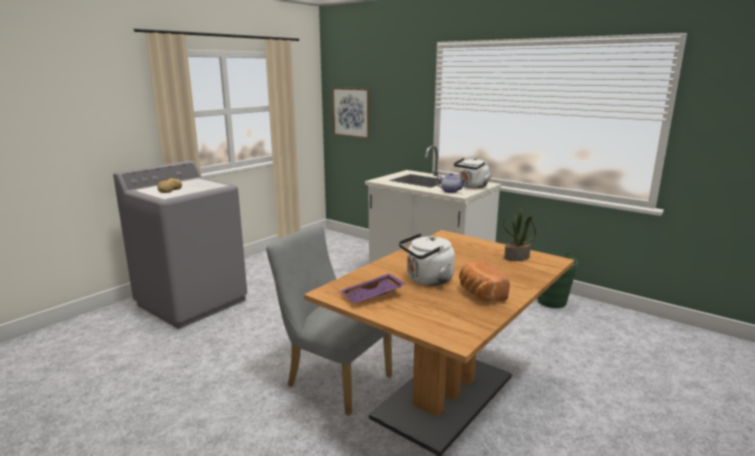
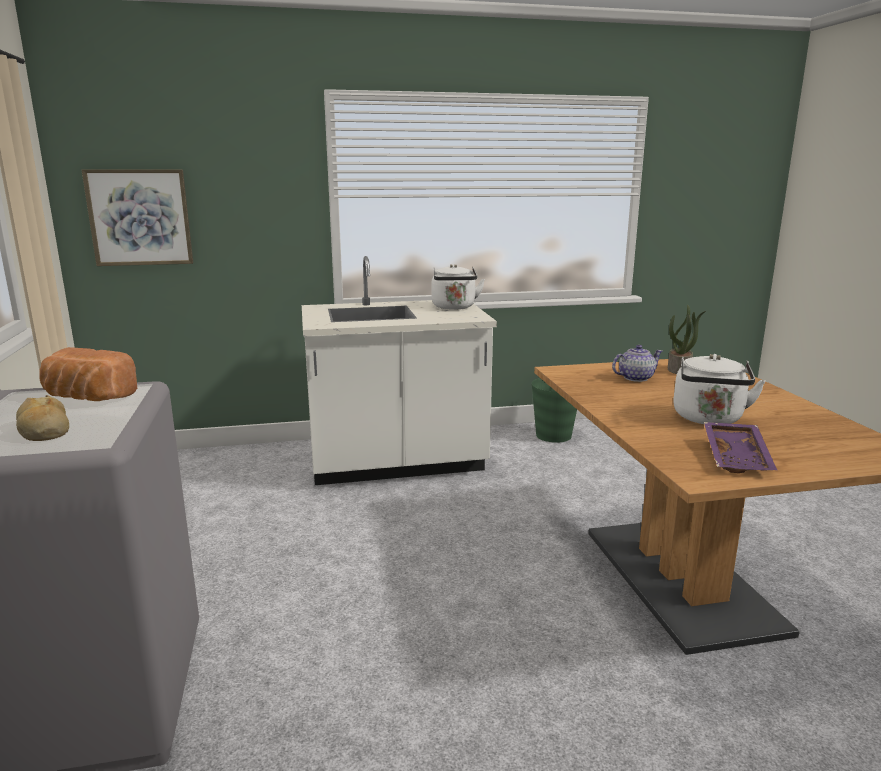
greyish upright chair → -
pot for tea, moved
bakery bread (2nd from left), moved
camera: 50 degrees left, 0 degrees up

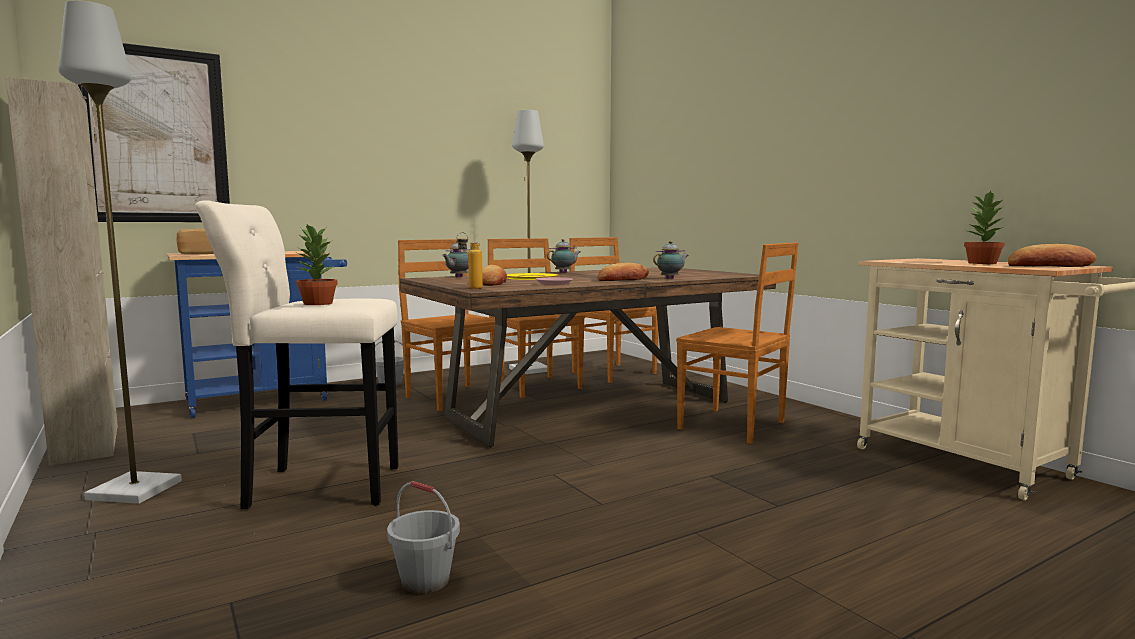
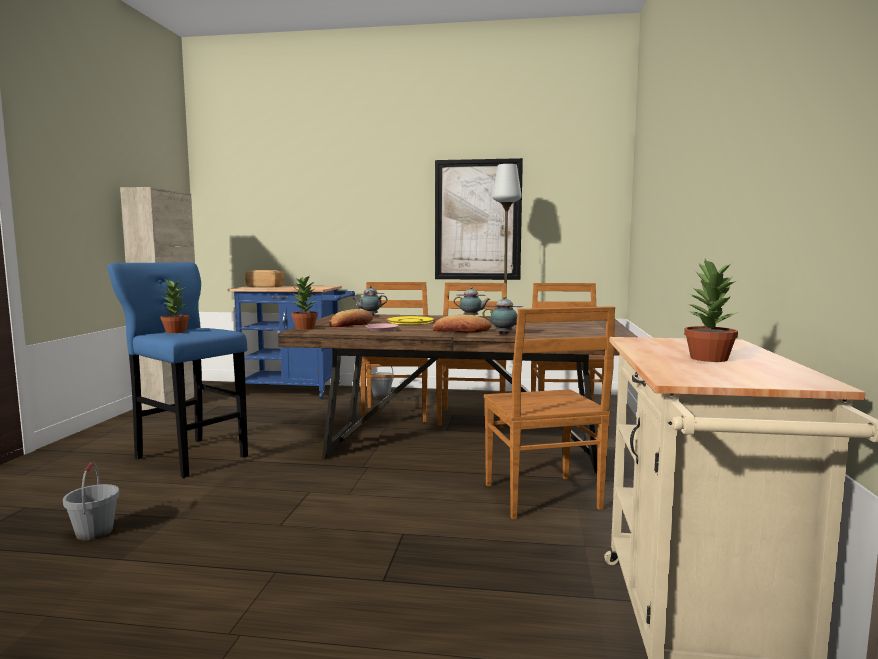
greyish floor lamp (1st from left) → -
bakery bread (4th from left) → -
picture, moved
drink bottle → houseplant (2nd from left)
beige-coloured sitting stool → blue sitting stool
camera: 40 degrees right, 0 degrees up

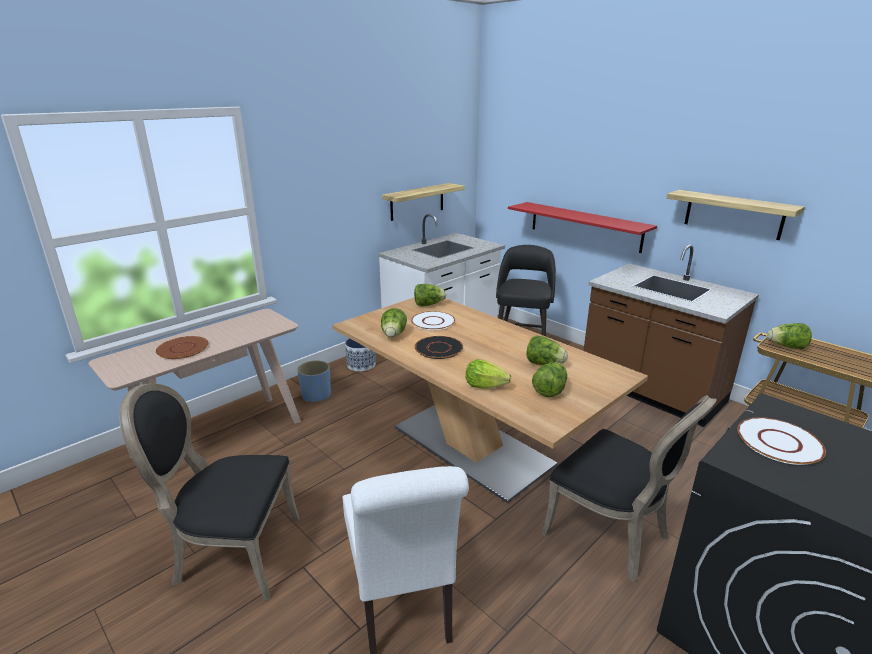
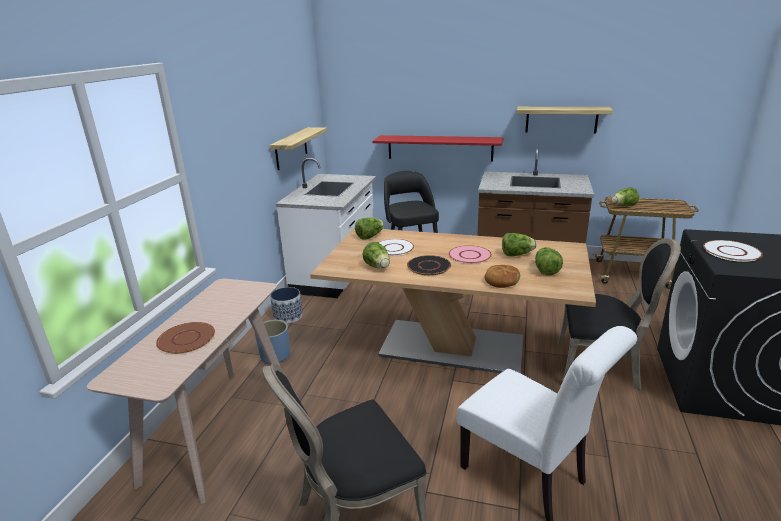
- → pink-coloured flat dish
lettuce head (3rd from left) → bakery bread
camera: 30 degrees left, 0 degrees up

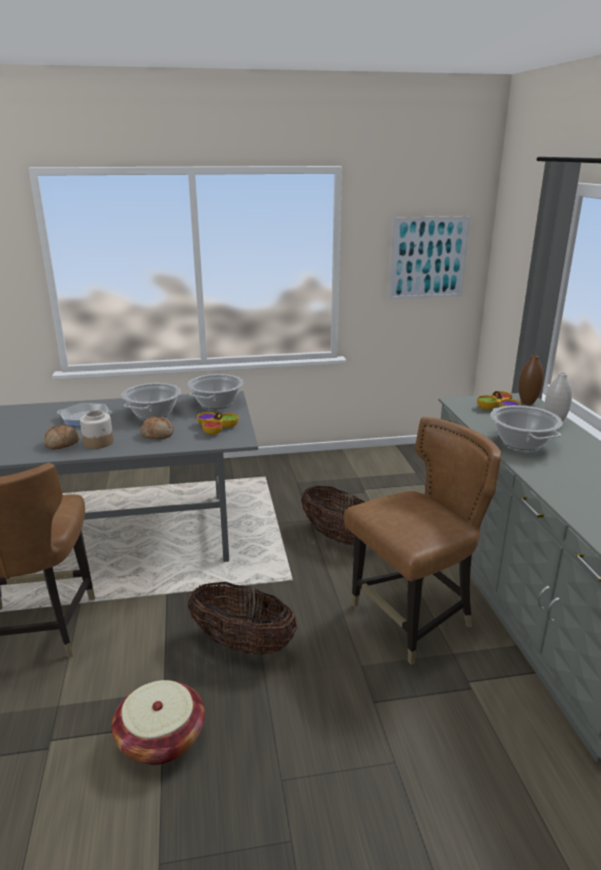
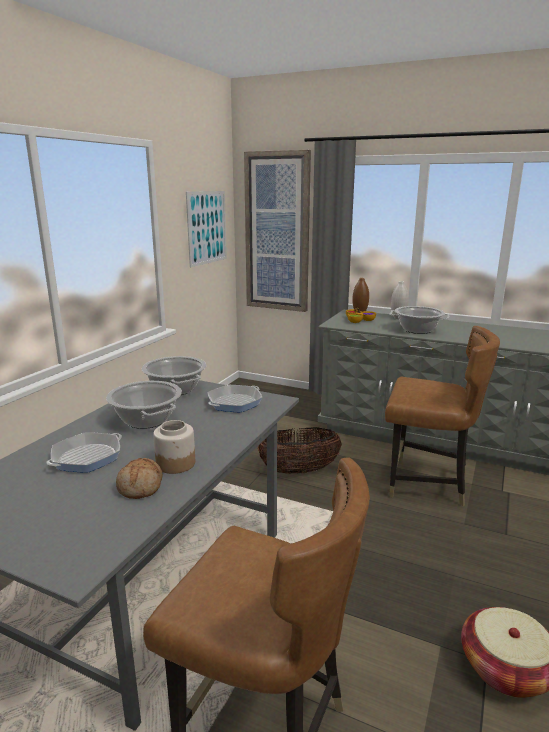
bakery bread (2nd from left) → -
household basket (2nd from left) → -
- → picture (2nd from left)
deep dish (1st from left) → pan (2nd from left)
brown-coloured upright chair (2nd from left), 105 degrees clockwise
camera: 55 degrees left, 5 degrees down

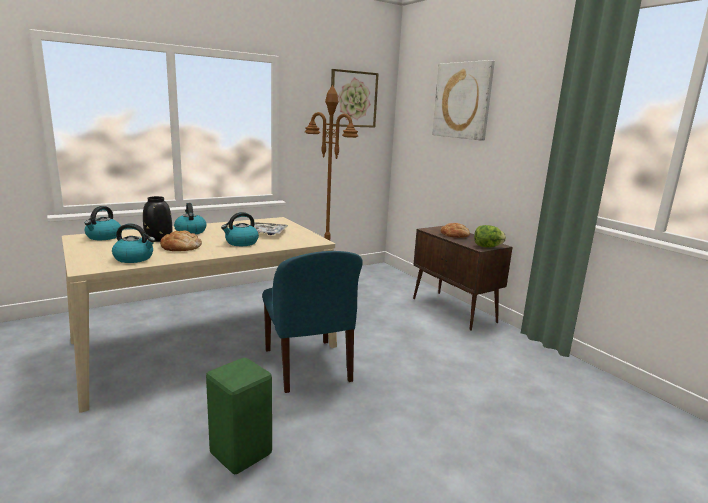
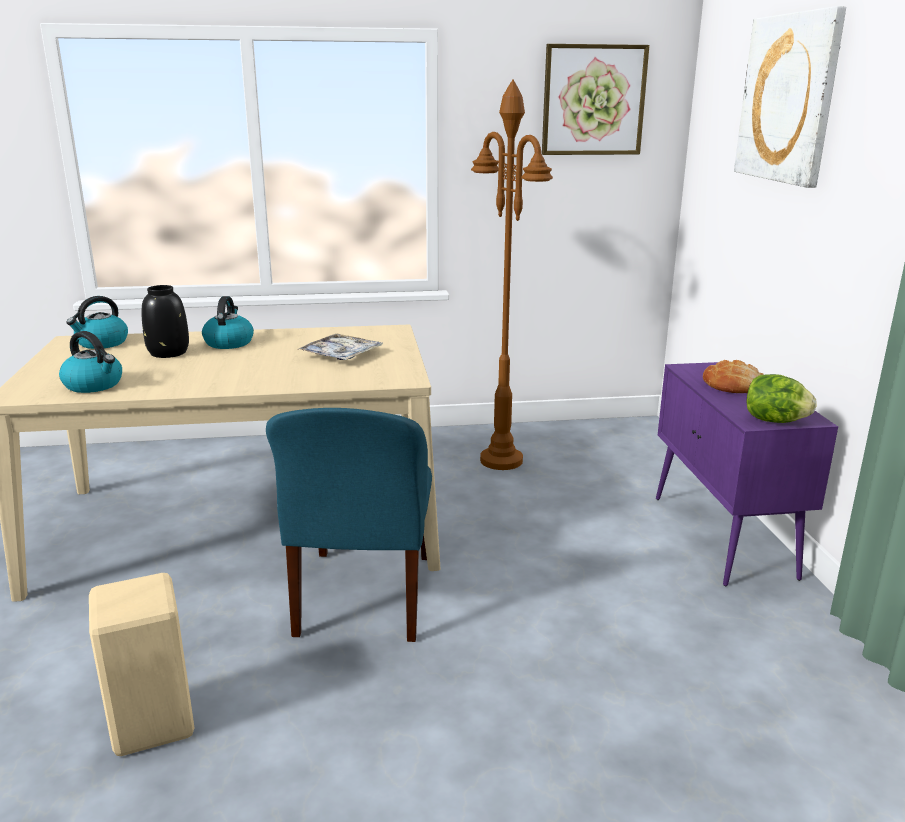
bakery bread (1st from left) → -
water kettle (4th from left) → -
greenish sitting stool → beige-coloured sitting stool
brown-coloured cabinet → purple-coloured cabinet
camera: 25 degrees right, 5 degrees up

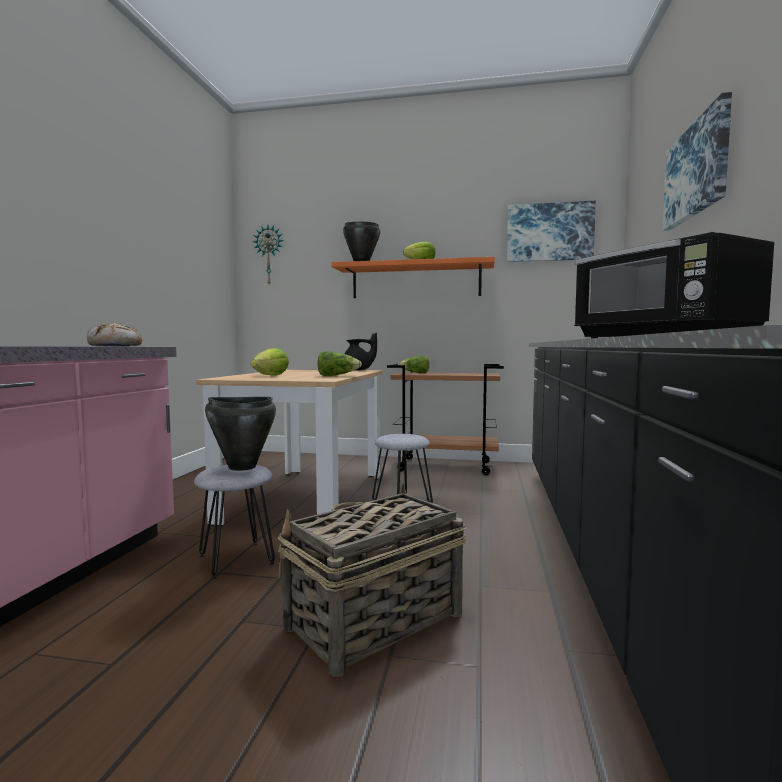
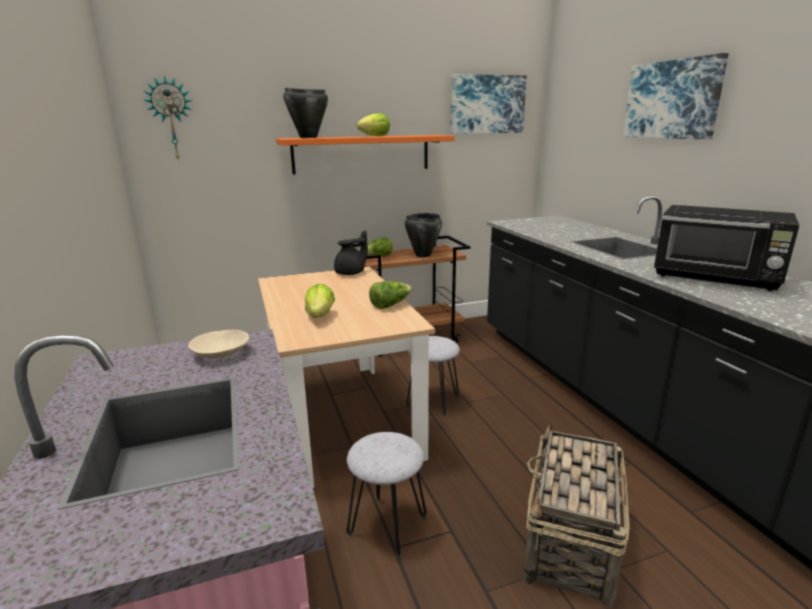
black stockpot (1st from left in the first image) → black stockpot (2nd from left), moved
bakery bread → beige-coloured deep dish
camera: 30 degrees left, 15 degrees up

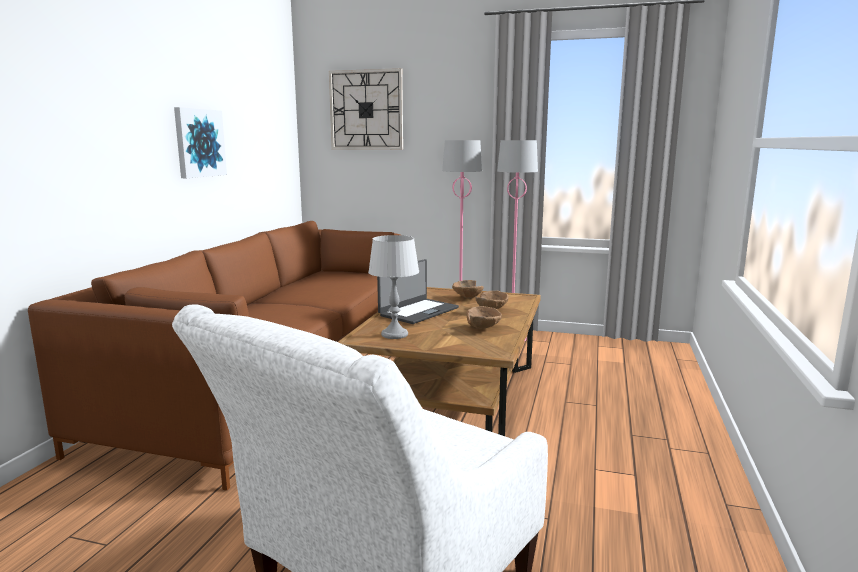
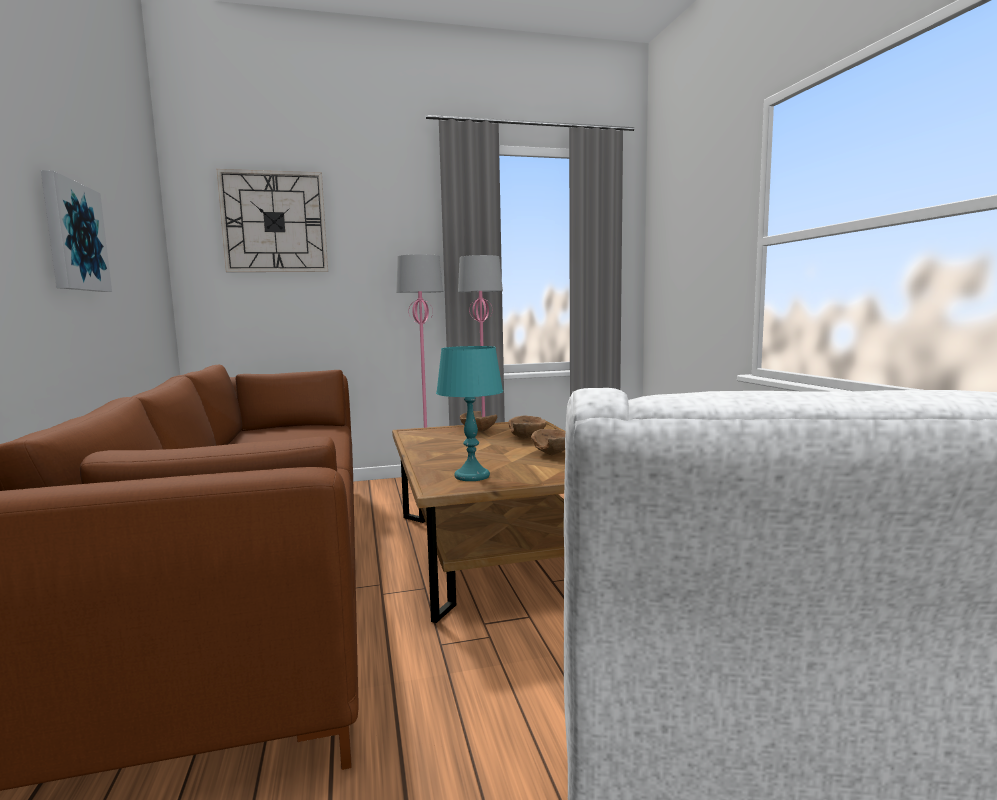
laptop → -
greyish table lamp → turquoise table lamp
camera: 30 degrees left, 5 degrees down

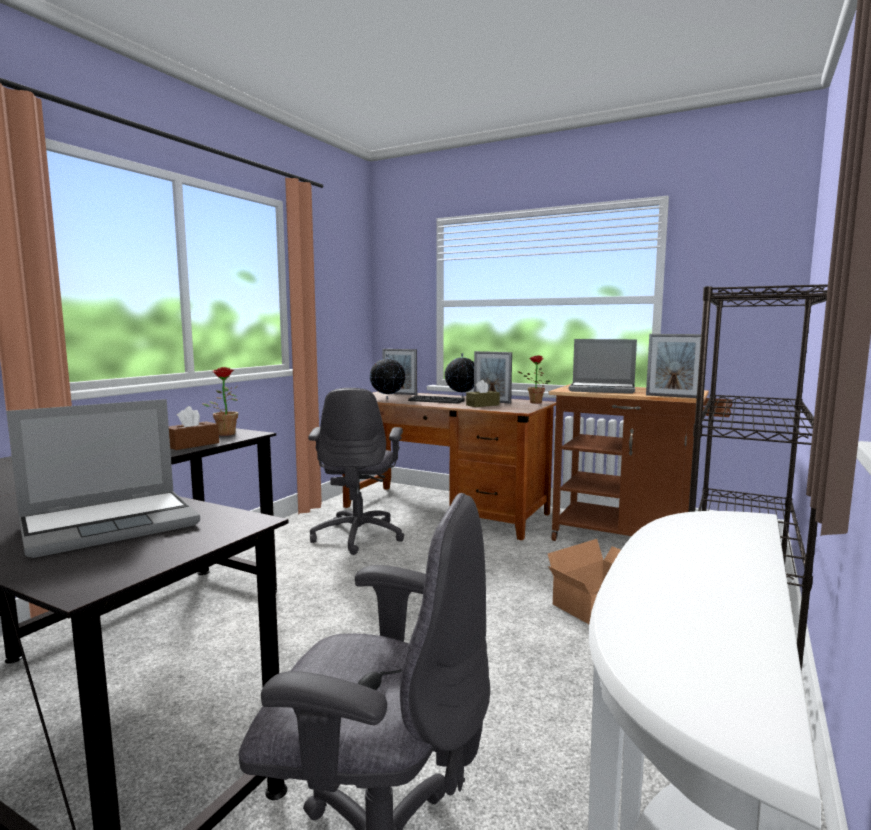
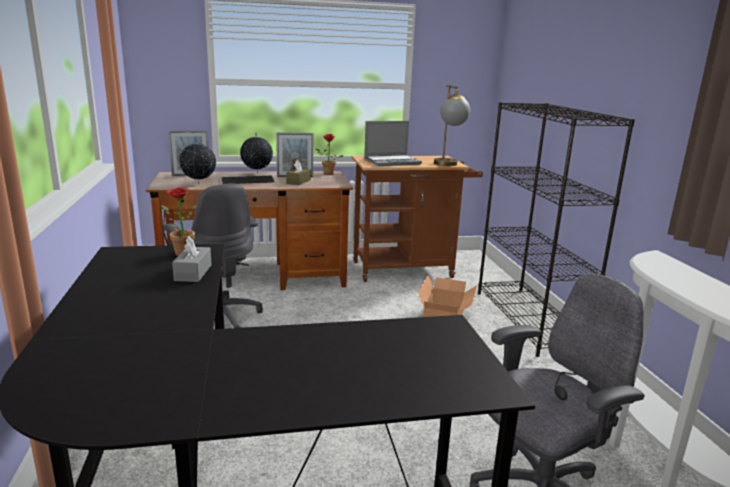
laptop (1st from left) → -
photo frame (3rd from left) → table lamp
brown-coloured tissue holder (1st from left) → greyish tissue holder
camera: 40 degrees left, 10 degrees up

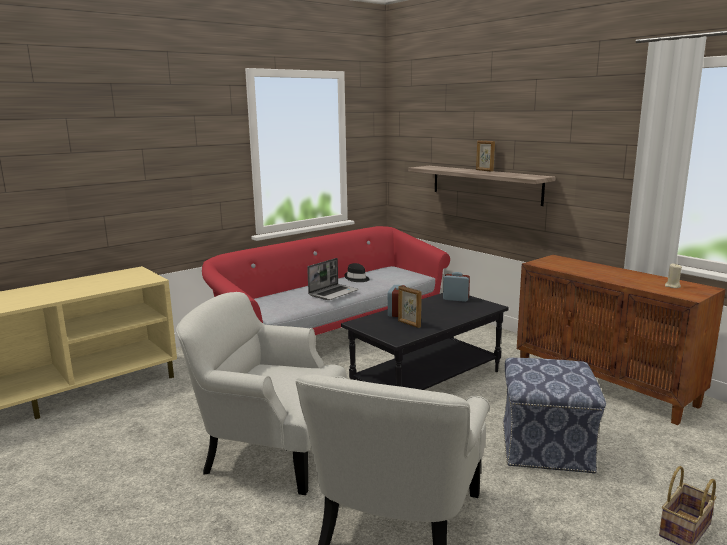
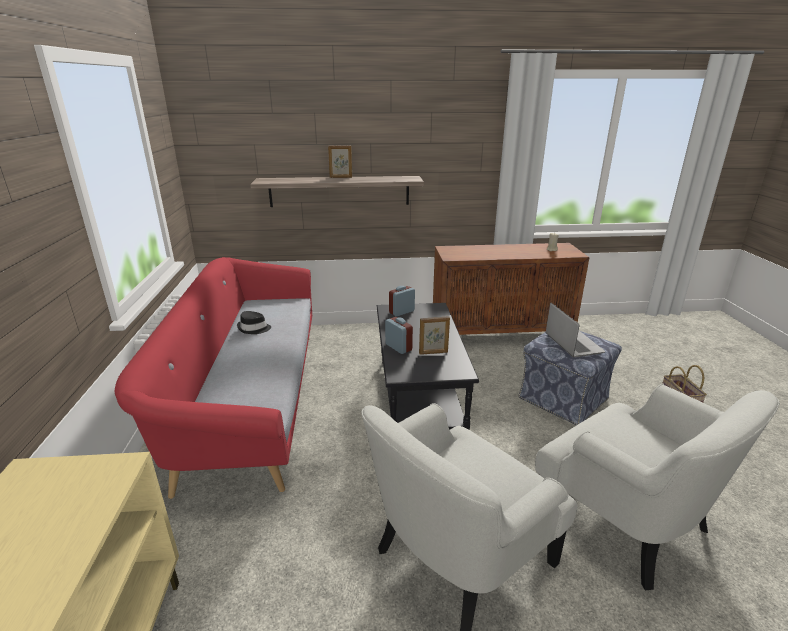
laptop, moved
camera: 55 degrees left, 10 degrees up

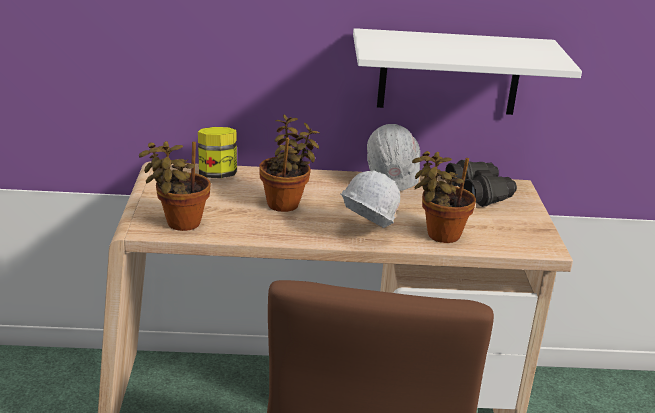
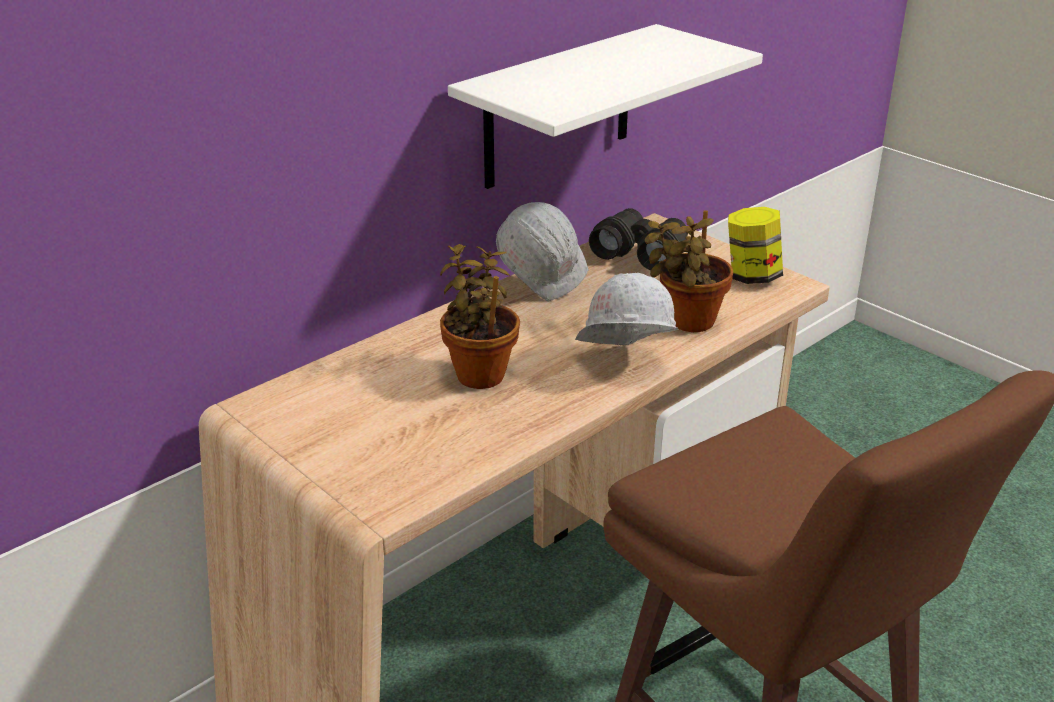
houseplant (1st from left) → -
storage jar, moved
camera: 40 degrees left, 5 degrees up

